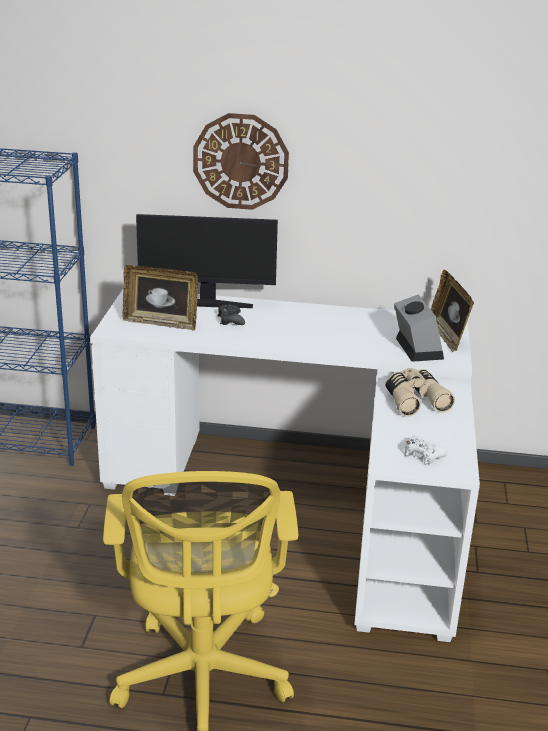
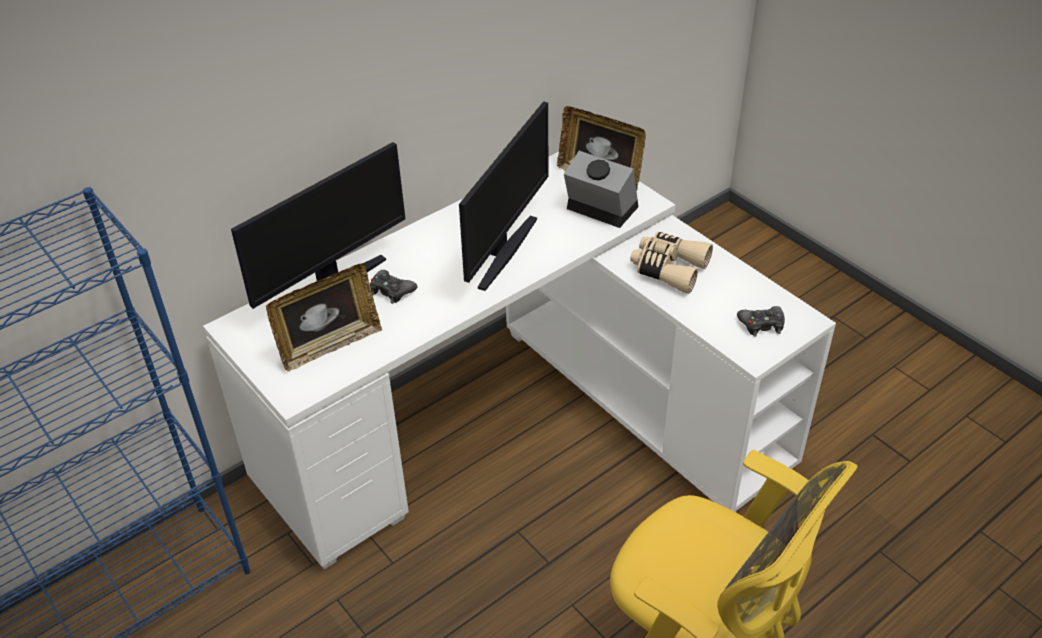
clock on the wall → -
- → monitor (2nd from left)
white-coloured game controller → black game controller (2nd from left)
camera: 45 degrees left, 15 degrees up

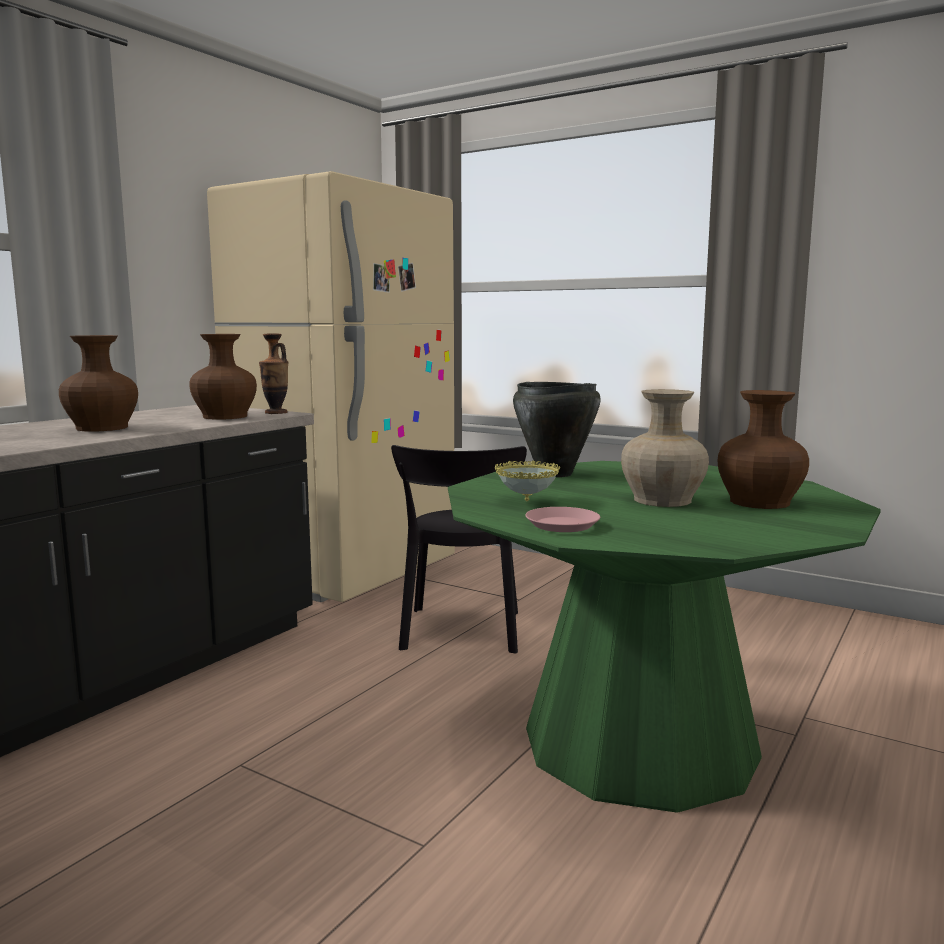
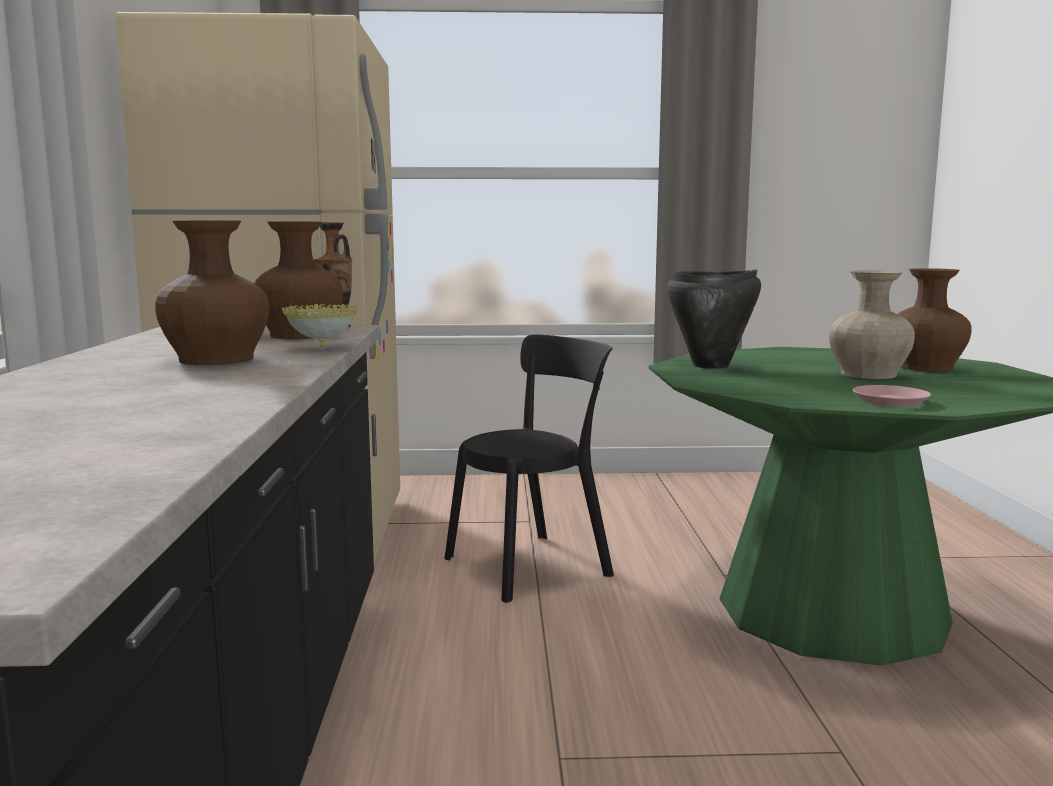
deep dish, moved
black upright chair, 90 degrees counterclockwise
camera: 35 degrees left, 0 degrees up

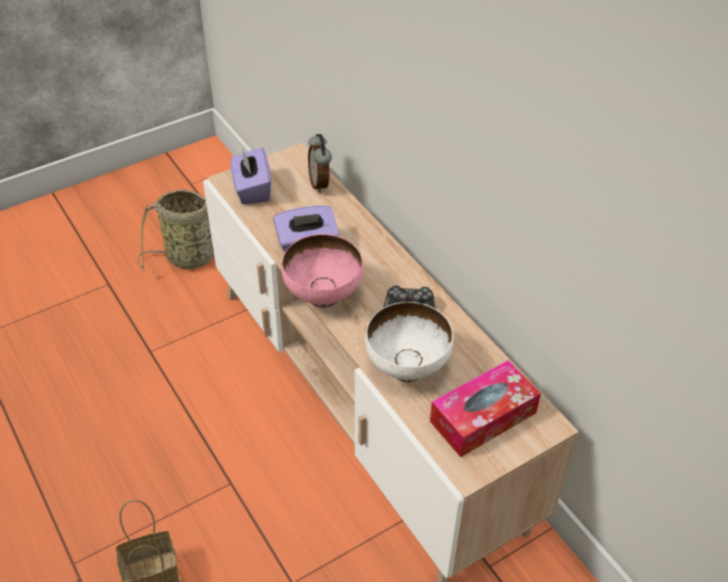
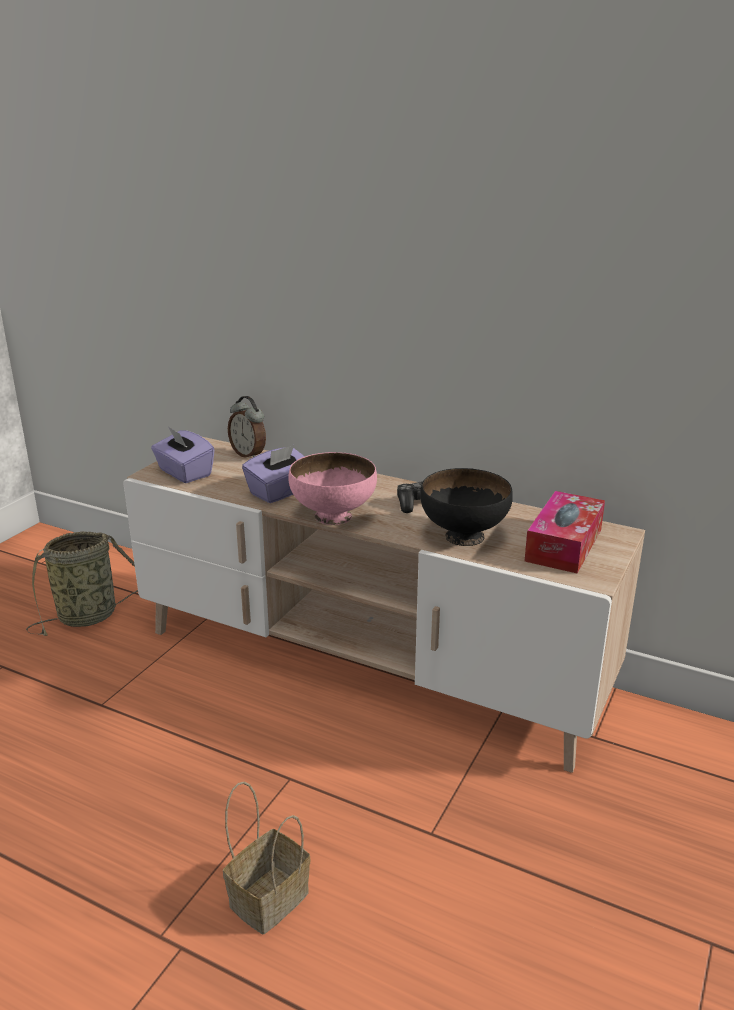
white-coloured deep dish → black deep dish
camera: 30 degrees left, 20 degrees down

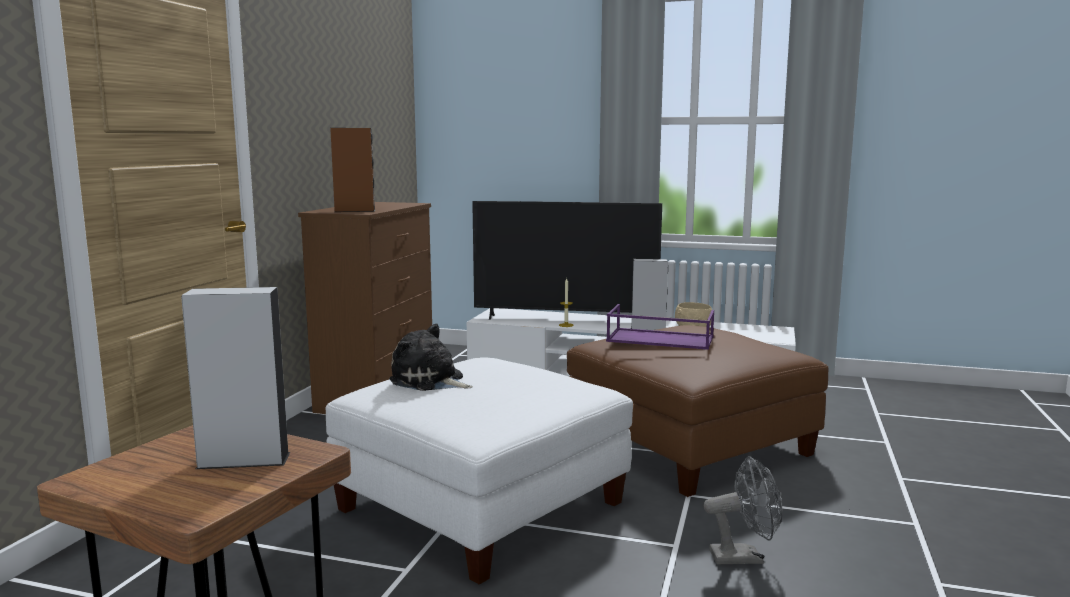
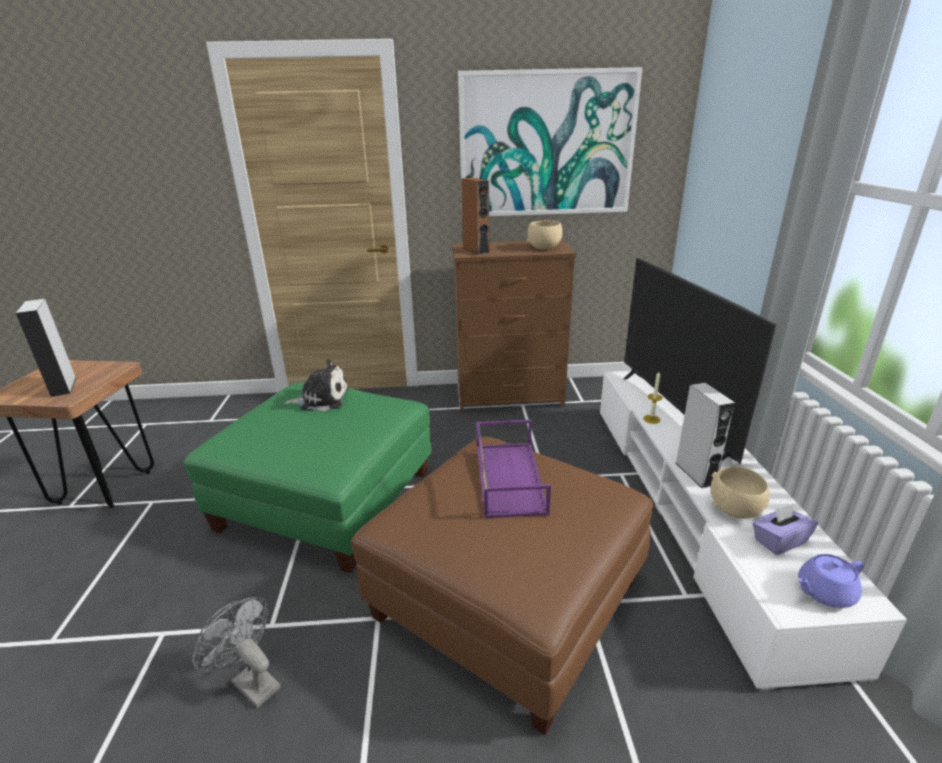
- → picture
- → beige-coloured deep dish (1st from left)
- → purple-coloured tissue holder
- → purple-coloured pot for tea
white-coloured ottoman → greenish ottoman
soft toy, 75 degrees clockwise
greyish fan, 150 degrees clockwise
camera: 70 degrees right, 15 degrees up

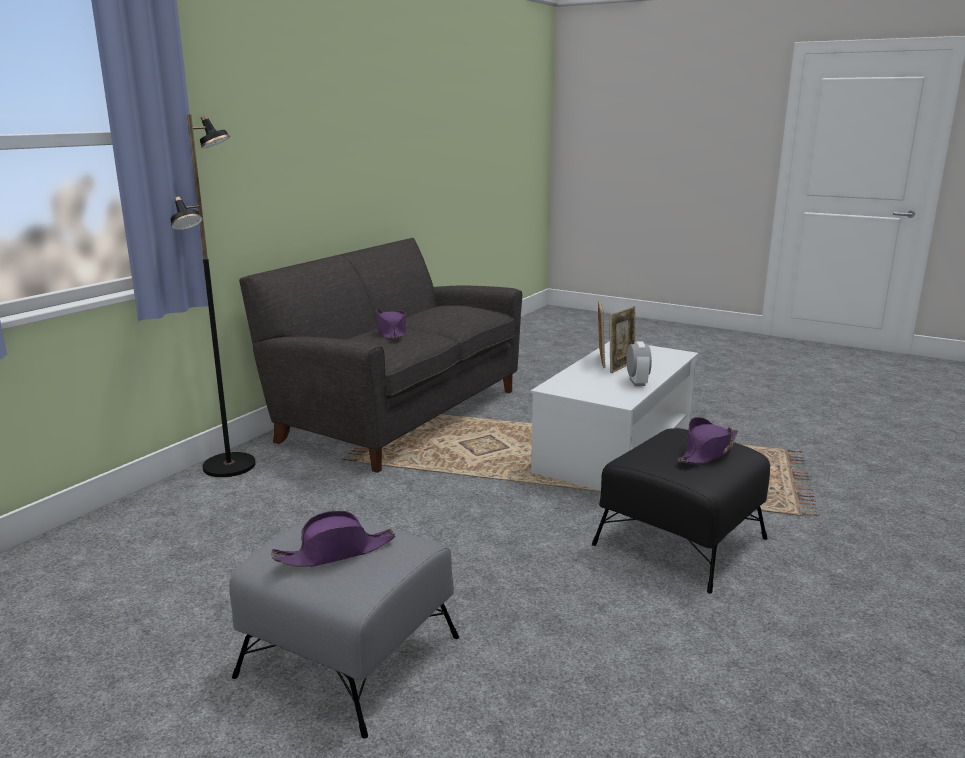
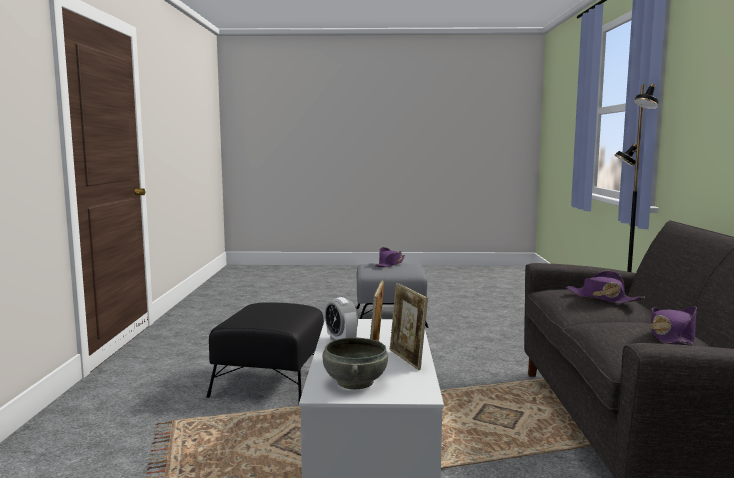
- → greyish deep dish
purple-coloured wearable hat (3rd from left), moved
camera: 150 degrees right, 10 degrees down

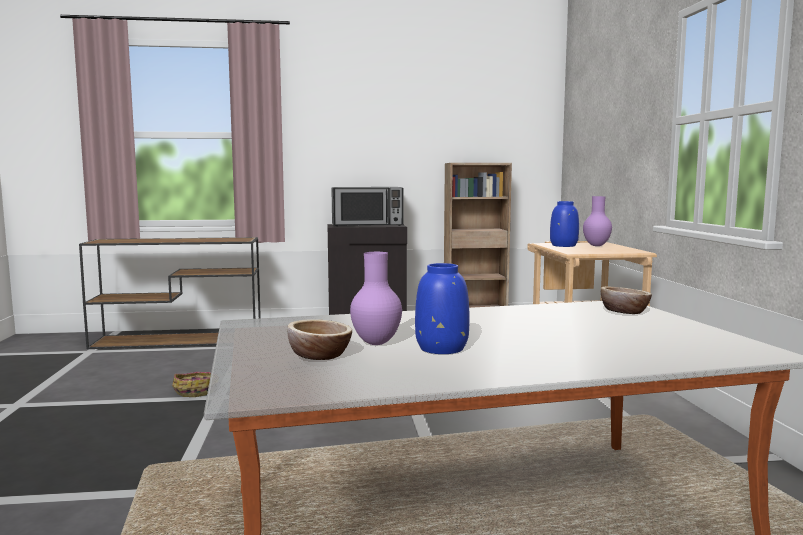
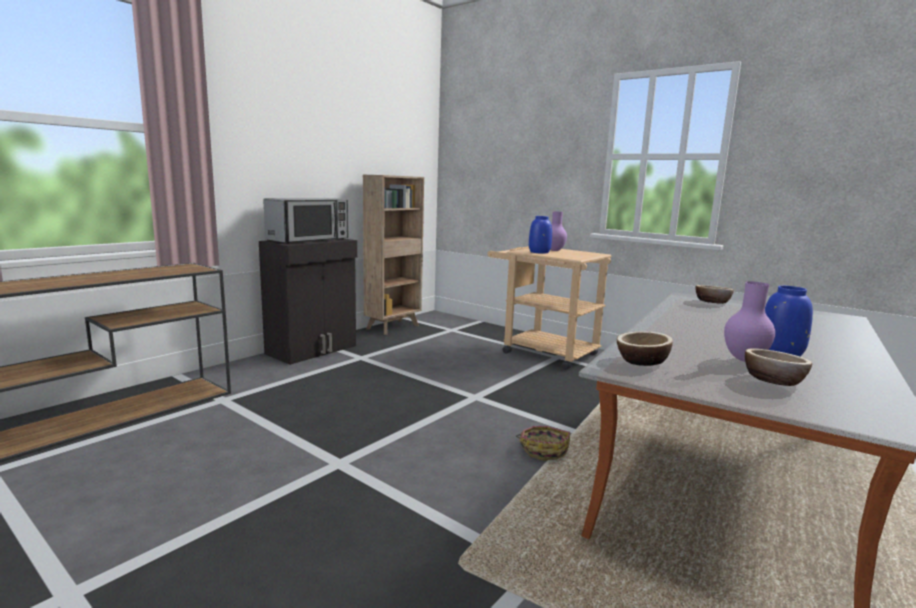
- → deep dish (1st from left)
household basket, moved
camera: 45 degrees left, 5 degrees up

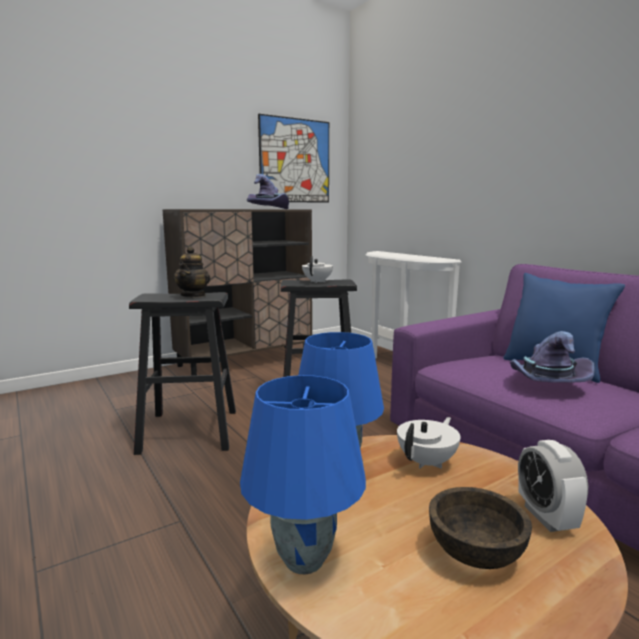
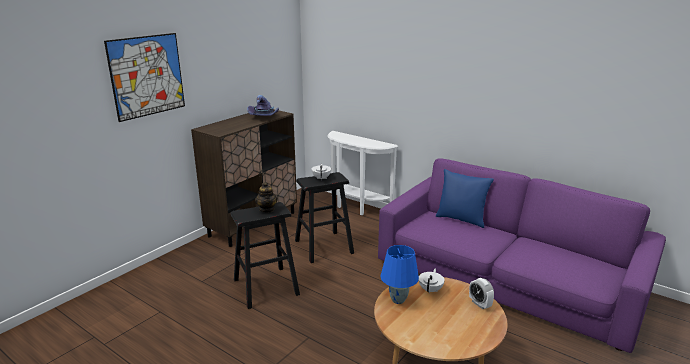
blue table lamp (1st from left) → -
brown-coloured deep dish → -
purple-coloured wearable hat (2nd from left) → -
picture, moved
camera: 20 degrees left, 10 degrees up

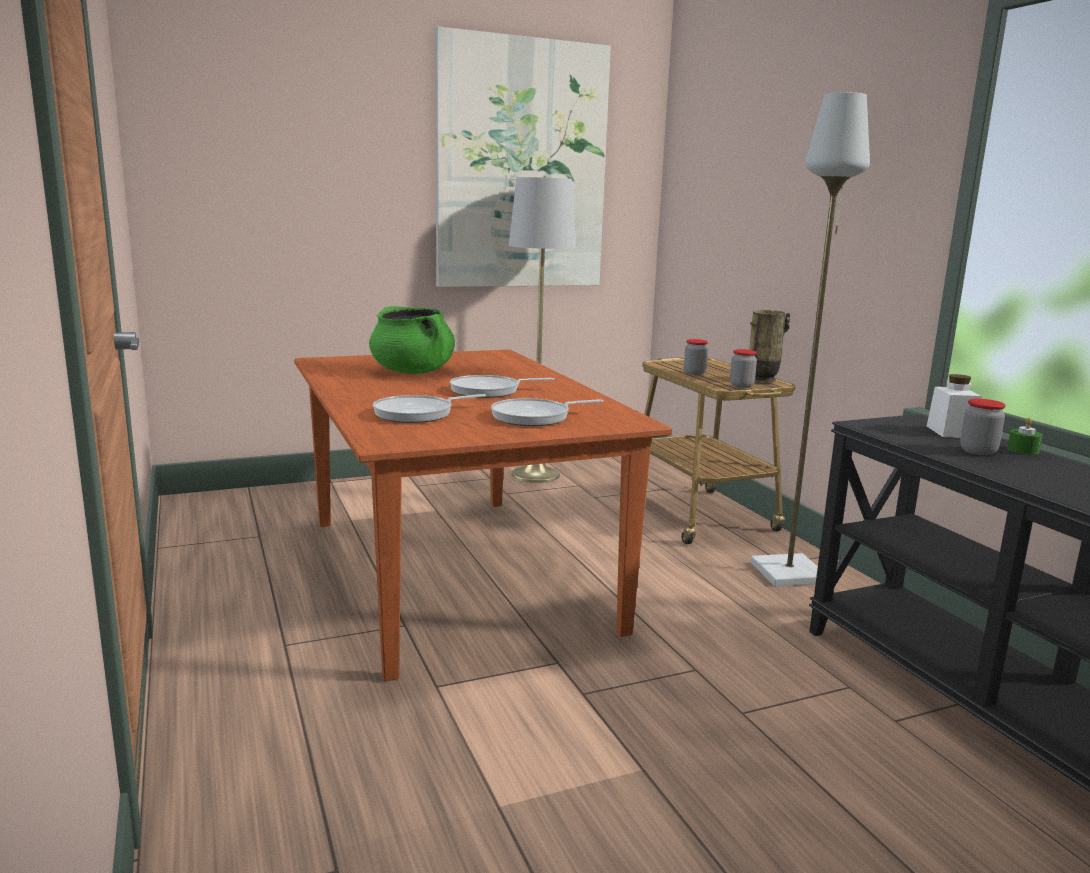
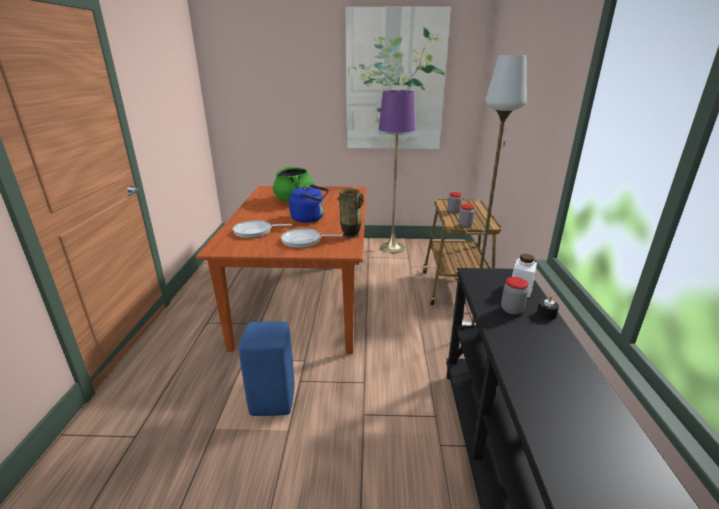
- → blue sitting stool
flower vase, moved
pan (2nd from left) → blue water kettle
greyish floor lamp (1st from left) → purple-coloured floor lamp
greenish wax light → black wax light
camera: 25 degrees right, 10 degrees up

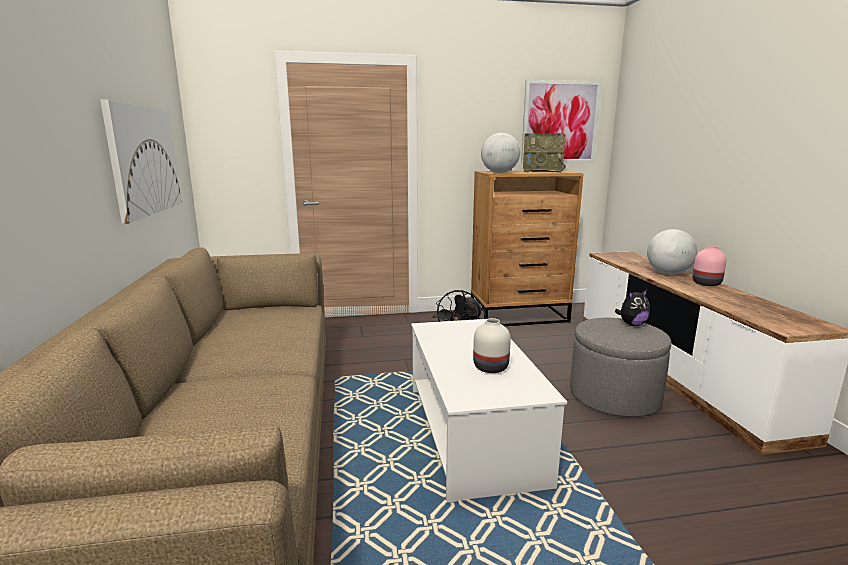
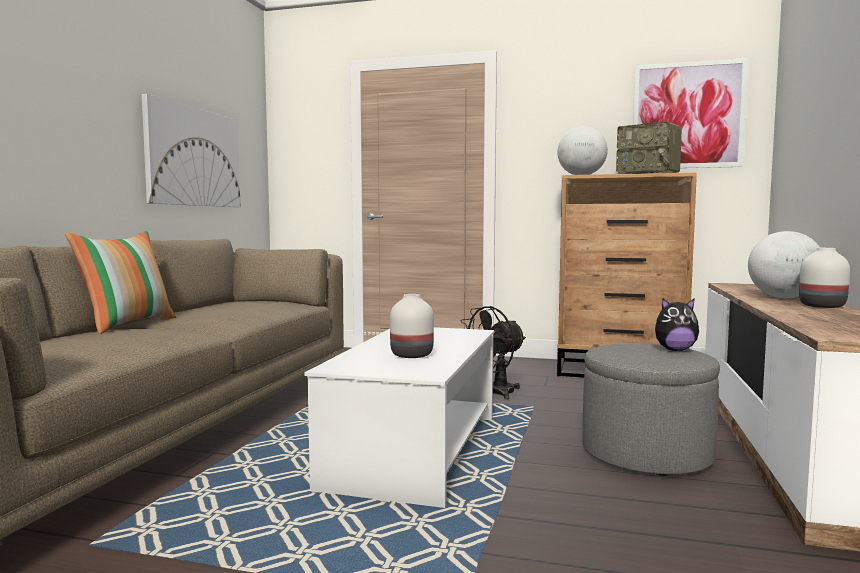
- → cushion
pink-coloured flower vase → white-coloured flower vase (2nd from left)
camera: 25 degrees right, 10 degrees down

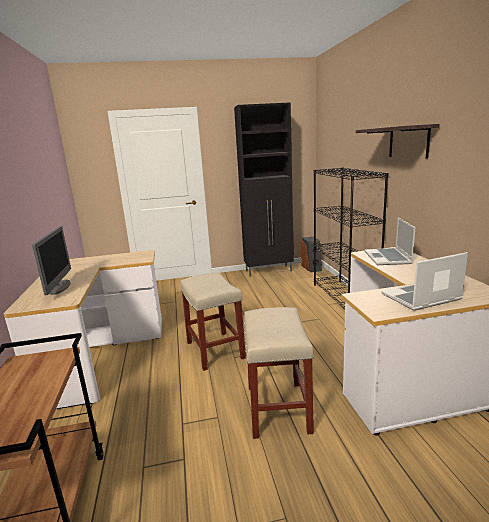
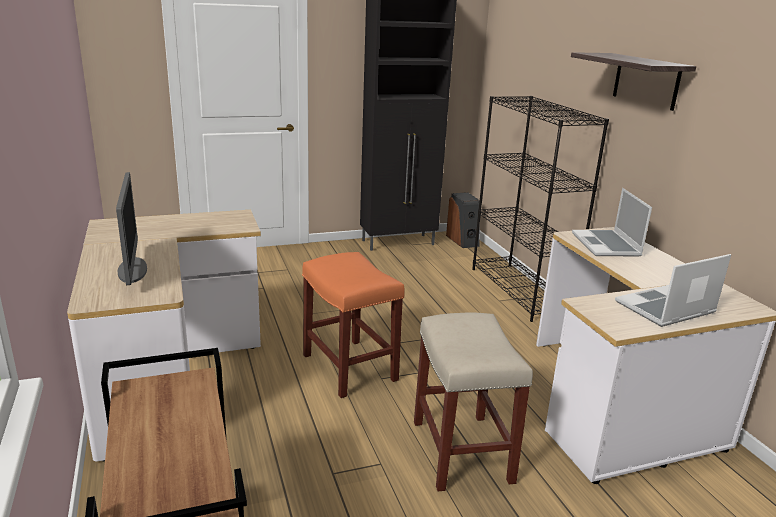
beige-coloured sitting stool (1st from left) → orange-coloured sitting stool
camera: 10 degrees left, 5 degrees up

